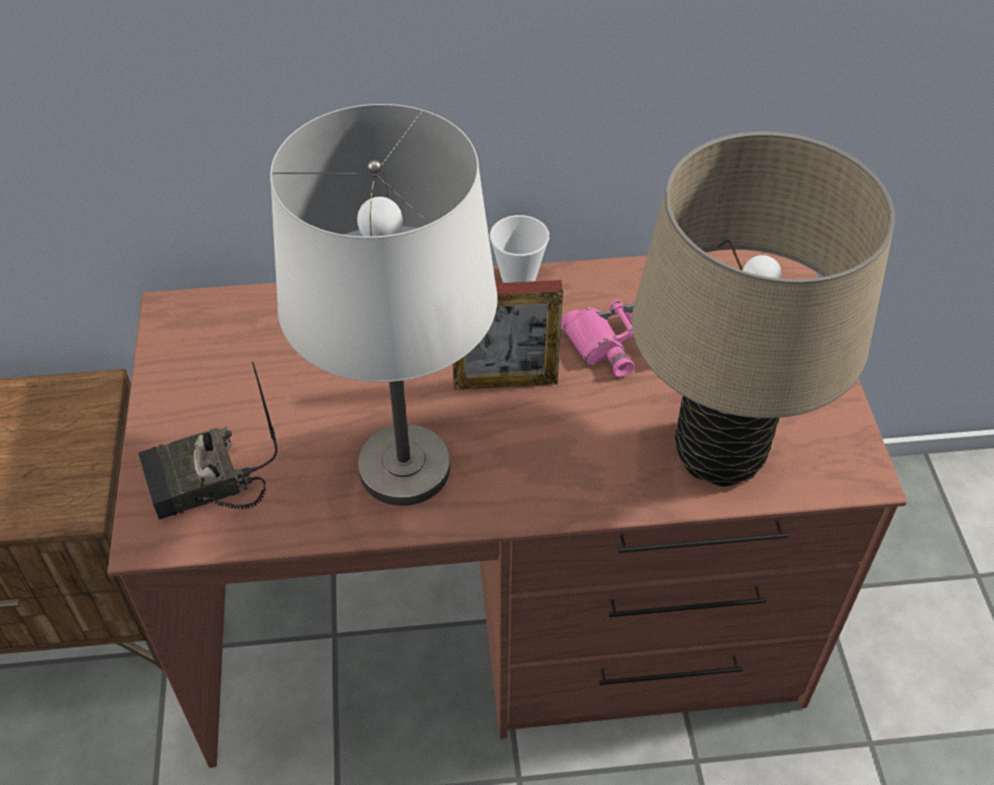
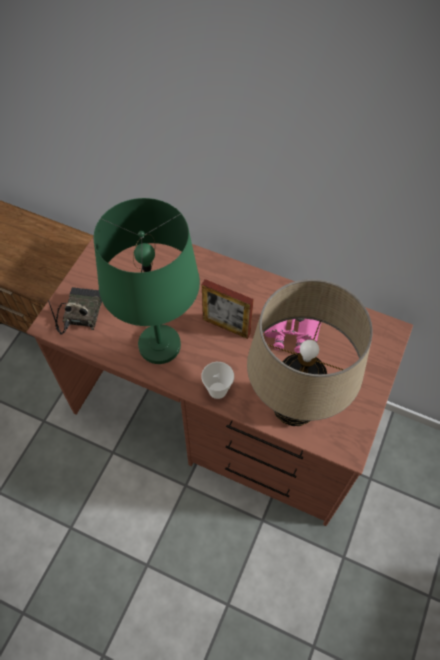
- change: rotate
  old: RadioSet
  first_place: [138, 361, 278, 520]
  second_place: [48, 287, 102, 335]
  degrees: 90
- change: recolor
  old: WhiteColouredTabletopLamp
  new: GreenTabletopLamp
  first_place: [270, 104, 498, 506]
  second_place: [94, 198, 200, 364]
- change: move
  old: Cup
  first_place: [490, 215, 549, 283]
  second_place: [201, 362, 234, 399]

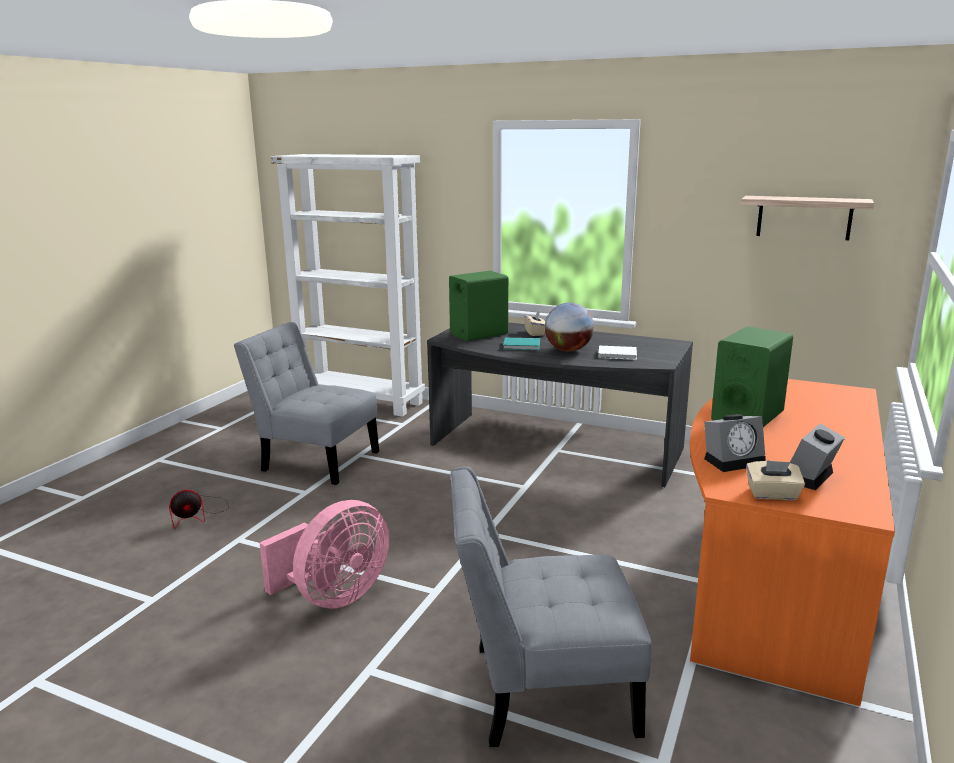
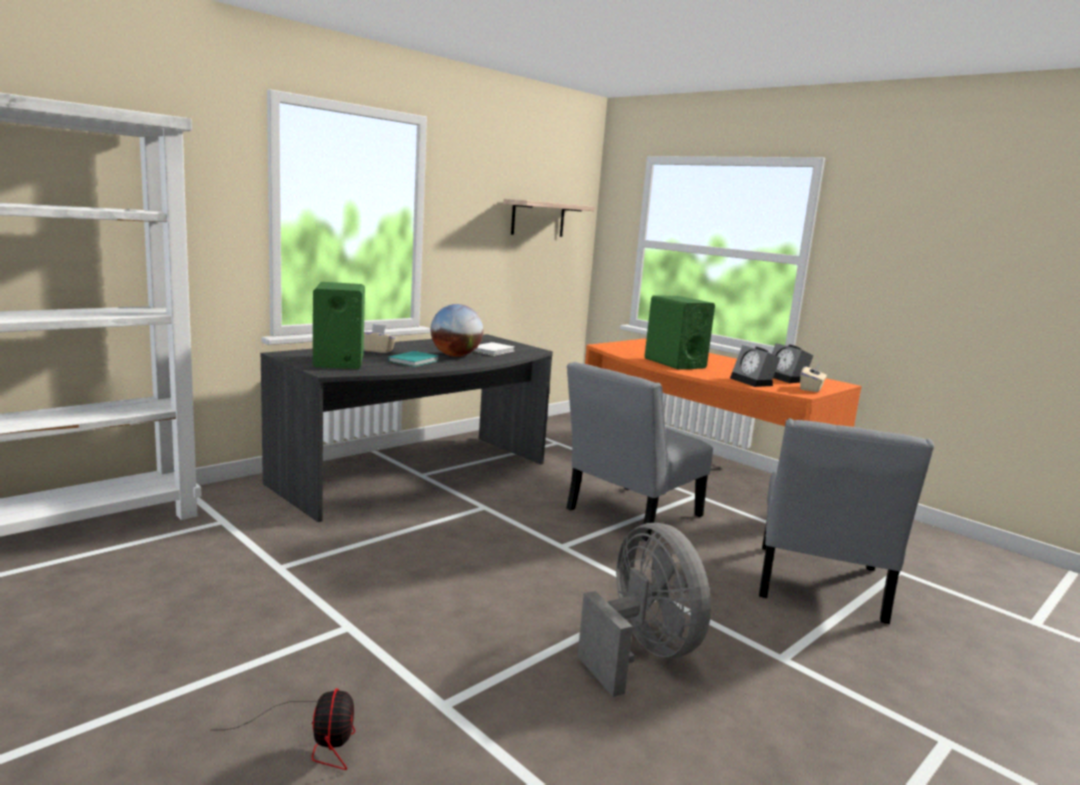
- change: move
  old: GreyishPlainChair
  first_place: [234, 322, 379, 485]
  second_place: [566, 362, 713, 542]
- change: recolor
  old: PinkColouredCoolingFan
  new: GreyishCoolingFan
  first_place: [260, 500, 389, 609]
  second_place: [577, 523, 711, 697]
- change: rotate
  old: BedsideClock
  first_place: [704, 414, 766, 472]
  second_place: [730, 345, 780, 387]
  degrees: 150

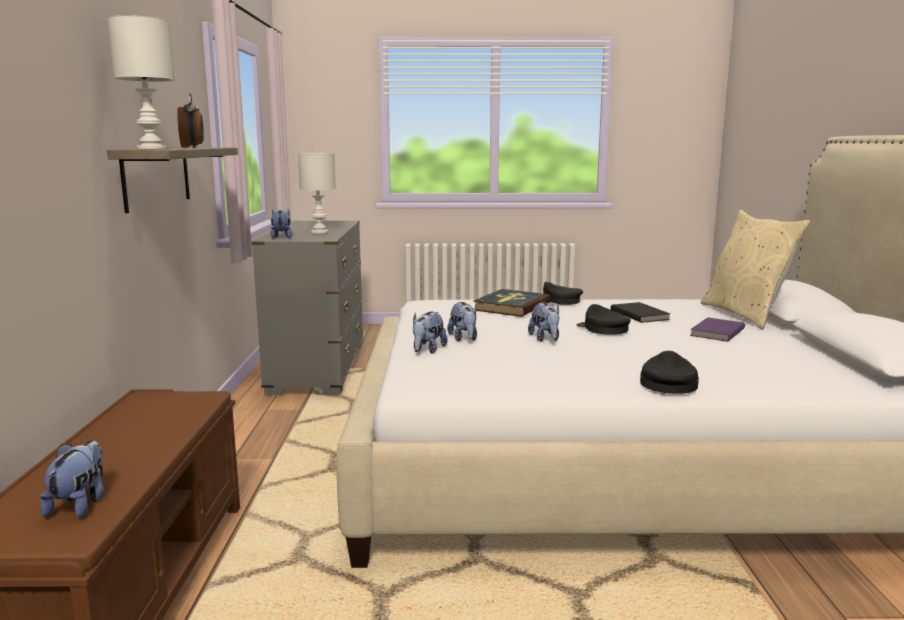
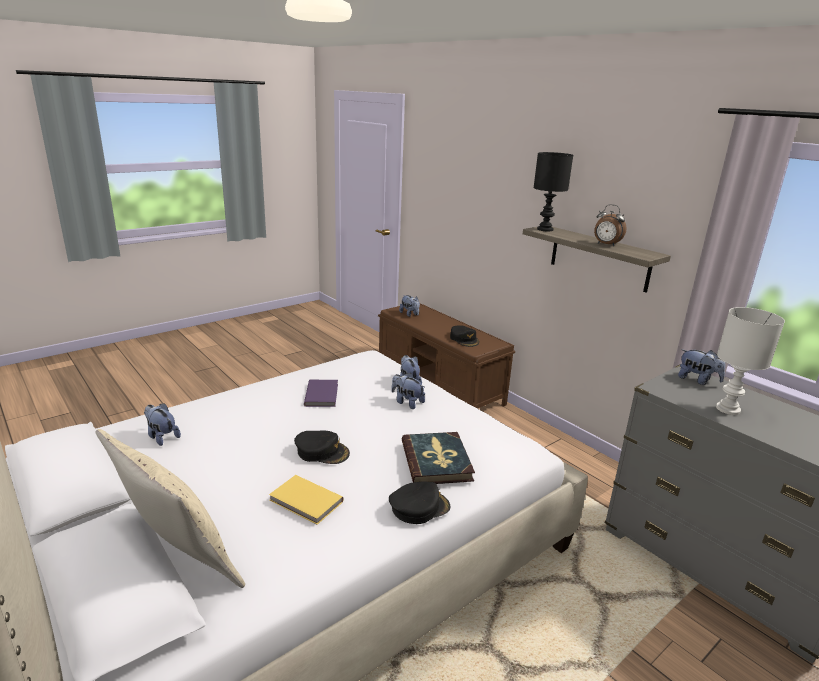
- change: recolor
  old: WhiteColouredTabletopLamp
  new: BlackishTabletopLamp
  first_place: [107, 15, 175, 149]
  second_place: [534, 152, 573, 232]
- change: move
  old: PlushToy
  first_place: [528, 302, 560, 342]
  second_place: [144, 403, 181, 446]
- change: recolor
  old: BlackishBook
  new: YellowBook
  first_place: [611, 302, 670, 323]
  second_place: [269, 475, 344, 525]
- change: move
  old: BlackishPeakedCap
  first_place: [640, 351, 699, 394]
  second_place: [450, 325, 479, 347]
- change: move
  old: PurpleBook
  first_place: [690, 318, 745, 342]
  second_place: [304, 380, 338, 407]

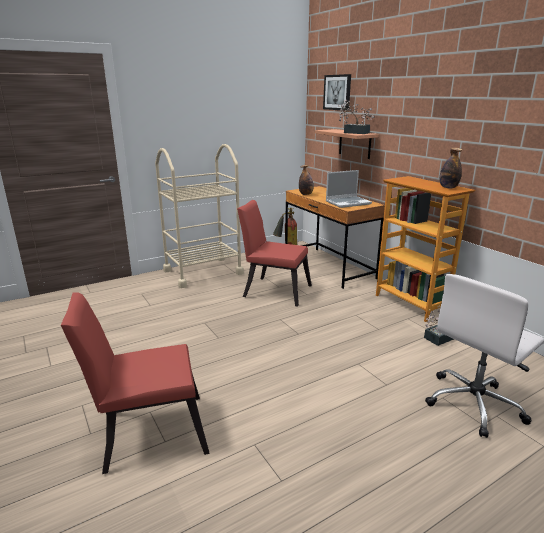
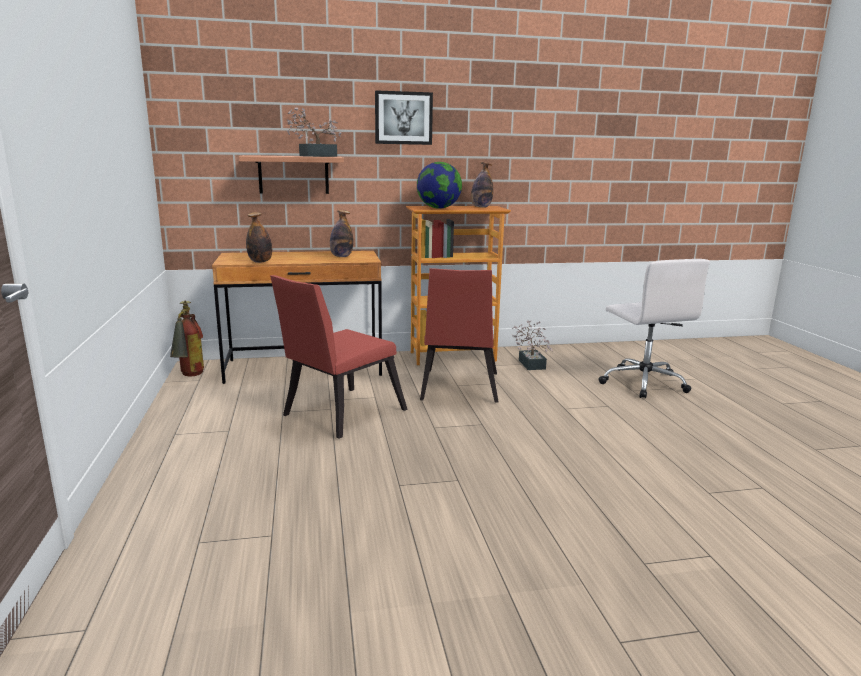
- change: move
  old: ReddishPlainChair
  first_place: [61, 292, 210, 474]
  second_place: [420, 268, 498, 402]
- change: delete
  old: BeigeColouredTrolley
  first_place: [155, 144, 244, 288]
- change: move
  old: WallPicture
  first_place: [323, 74, 351, 111]
  second_place: [375, 90, 433, 145]
- change: replace
  old: PortableComputer
  new: Bottle
  first_place: [326, 170, 372, 208]
  second_place: [330, 210, 353, 257]
- change: insert
  new: DeskGlobe
  second_place: [417, 162, 462, 209]

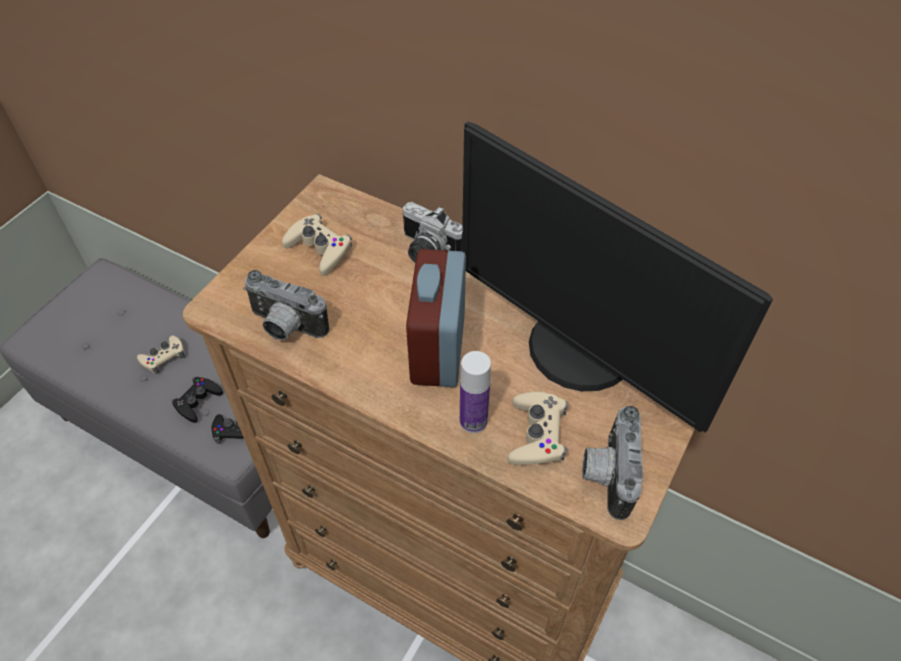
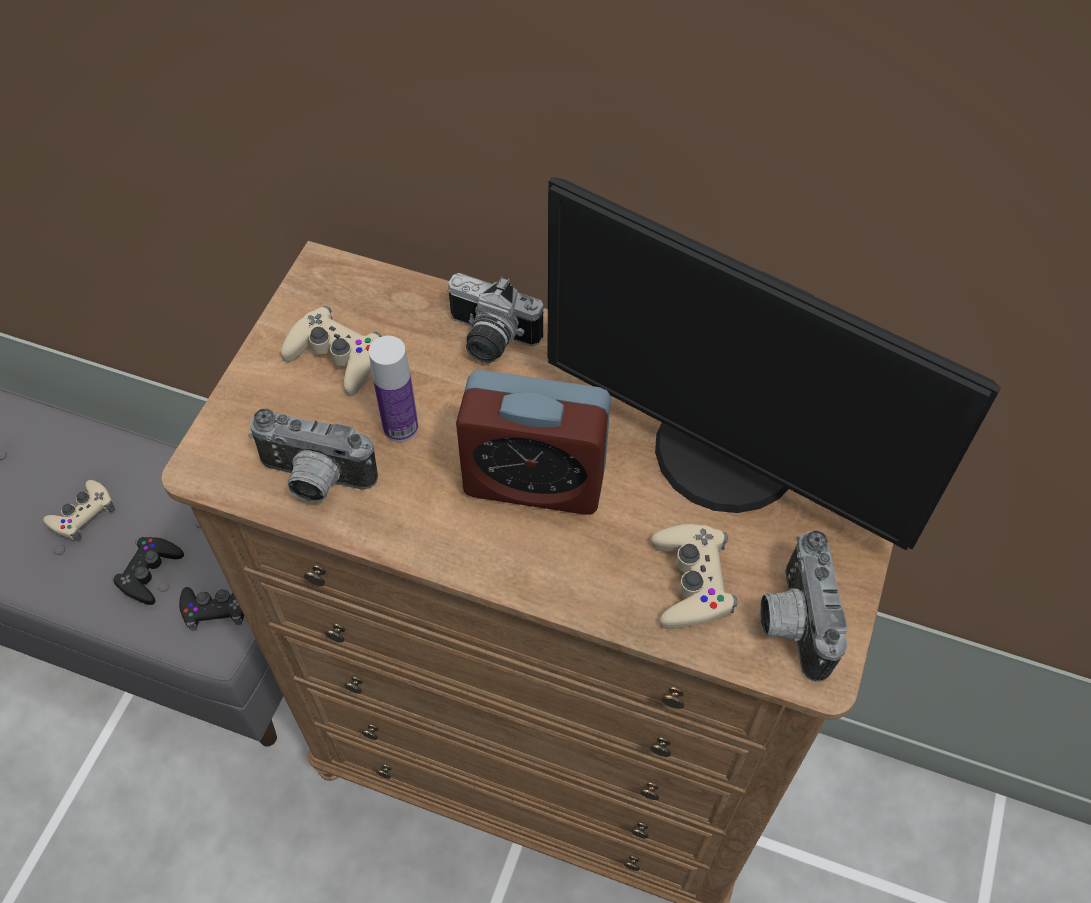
- change: rotate
  old: BedsideClock
  first_place: [406, 249, 466, 387]
  second_place: [456, 370, 611, 515]
  degrees: -75
- change: move
  old: Bottle
  first_place: [460, 351, 491, 433]
  second_place: [369, 336, 418, 442]

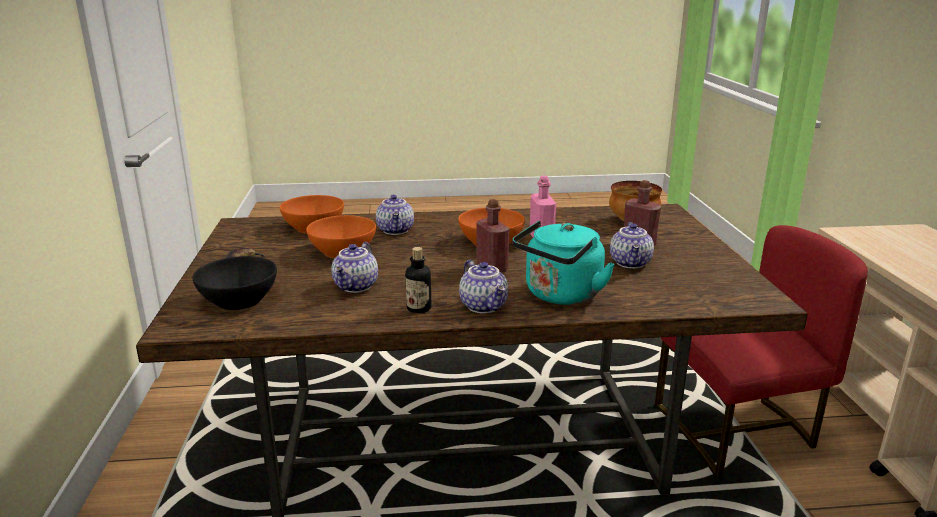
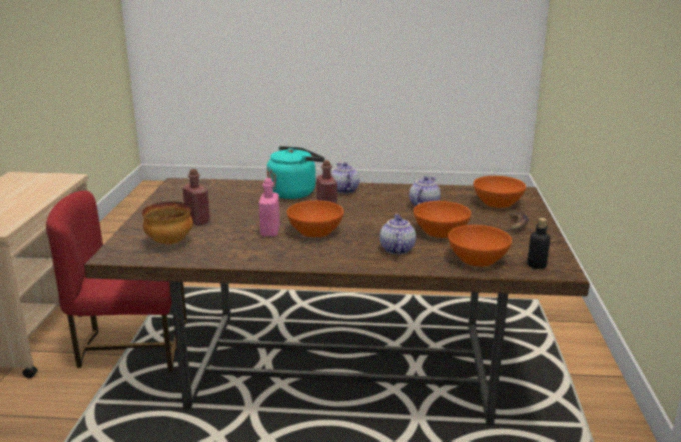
- change: recolor
  old: BlackishServingBowl
  new: OrangeServingBowl
  first_place: [193, 256, 277, 310]
  second_place: [474, 176, 526, 208]
- change: move
  old: Bottle
  first_place: [405, 247, 431, 313]
  second_place: [527, 218, 550, 269]
- change: delete
  old: TeaPot
  first_place: [610, 222, 654, 269]

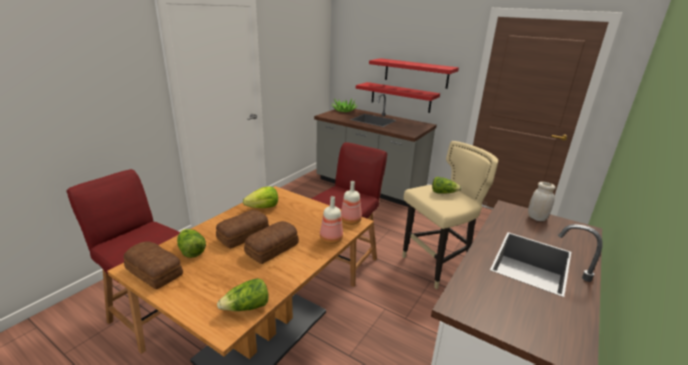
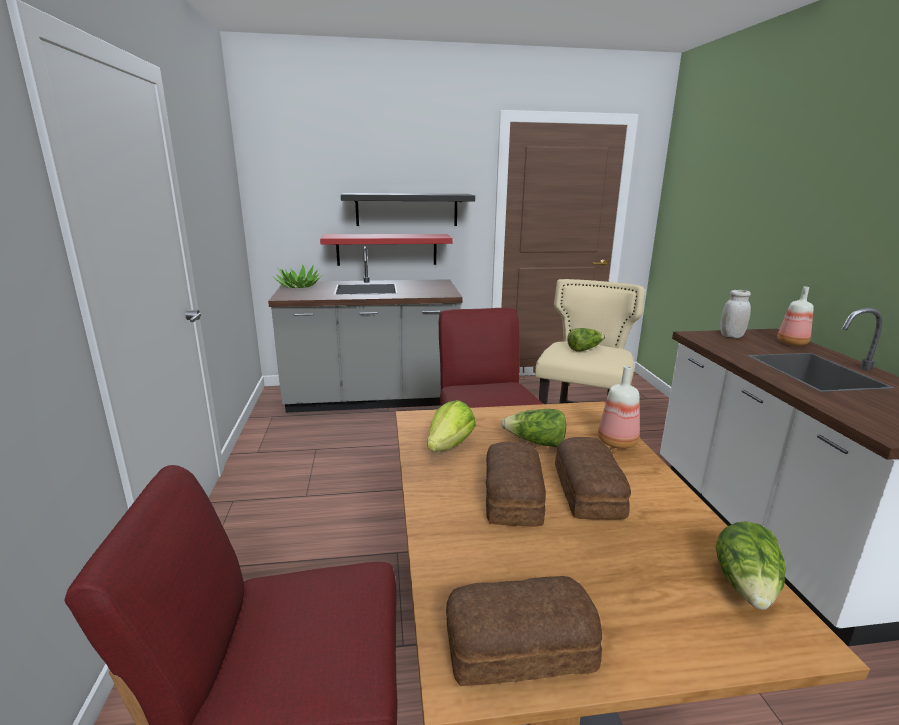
- change: move
  old: HeadOfLettuce
  first_place: [177, 229, 206, 258]
  second_place: [501, 409, 566, 447]
- change: move
  old: Bottle
  first_place: [341, 181, 362, 225]
  second_place: [777, 287, 814, 346]
- change: recolor
  old: ReddishBracketShelf
  new: BlackishBracketShelf
  first_place: [369, 58, 459, 89]
  second_place: [341, 193, 475, 226]

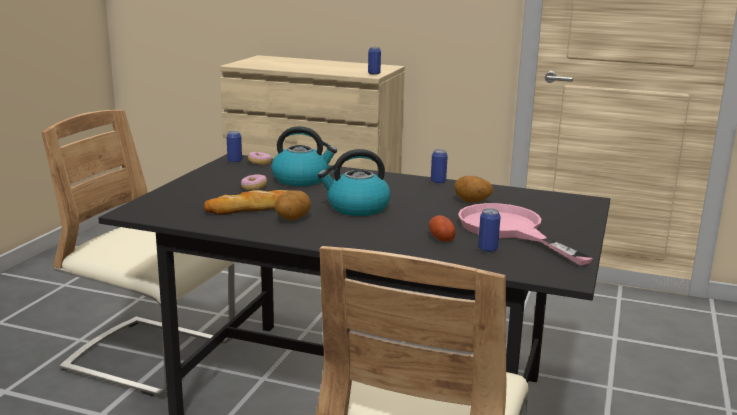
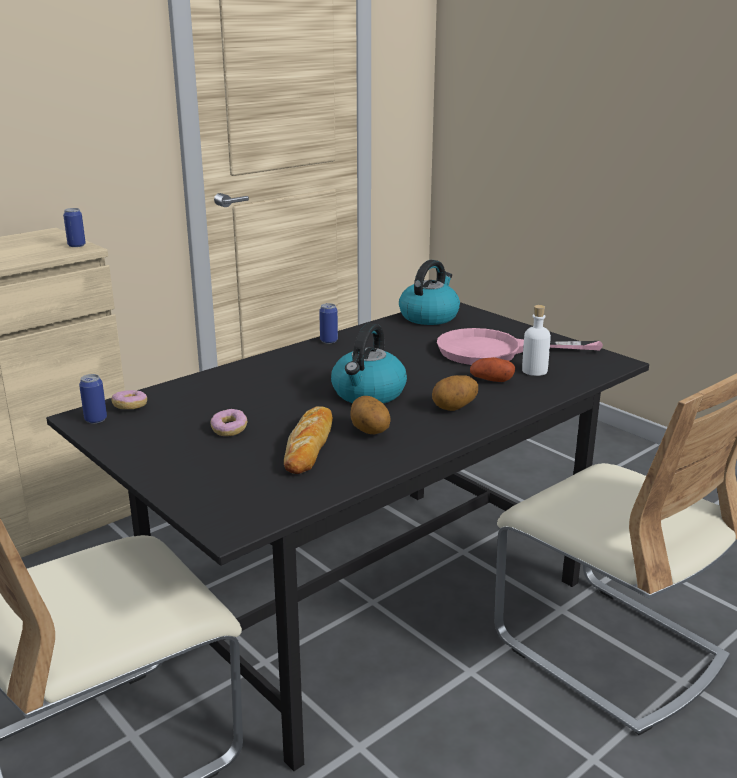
- change: move
  old: TeaKettle
  first_place: [271, 126, 337, 186]
  second_place: [399, 260, 460, 325]
- change: move
  old: Potato
  first_place: [454, 176, 493, 202]
  second_place: [432, 375, 478, 411]
- change: replace
  old: MetalCan
  new: WhiteColouredBottle
  first_place: [478, 208, 500, 252]
  second_place: [522, 305, 551, 376]

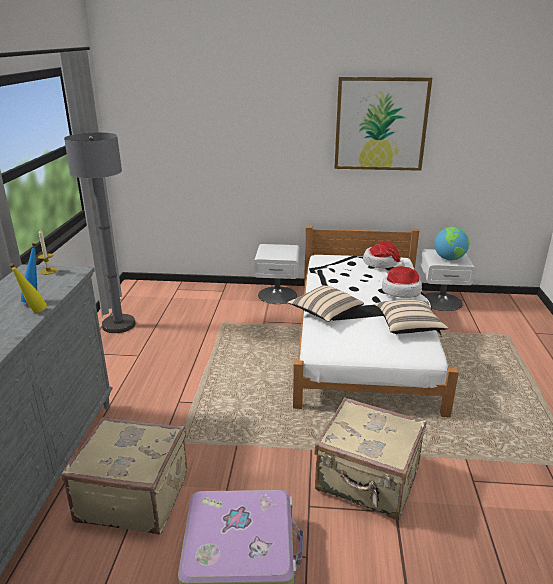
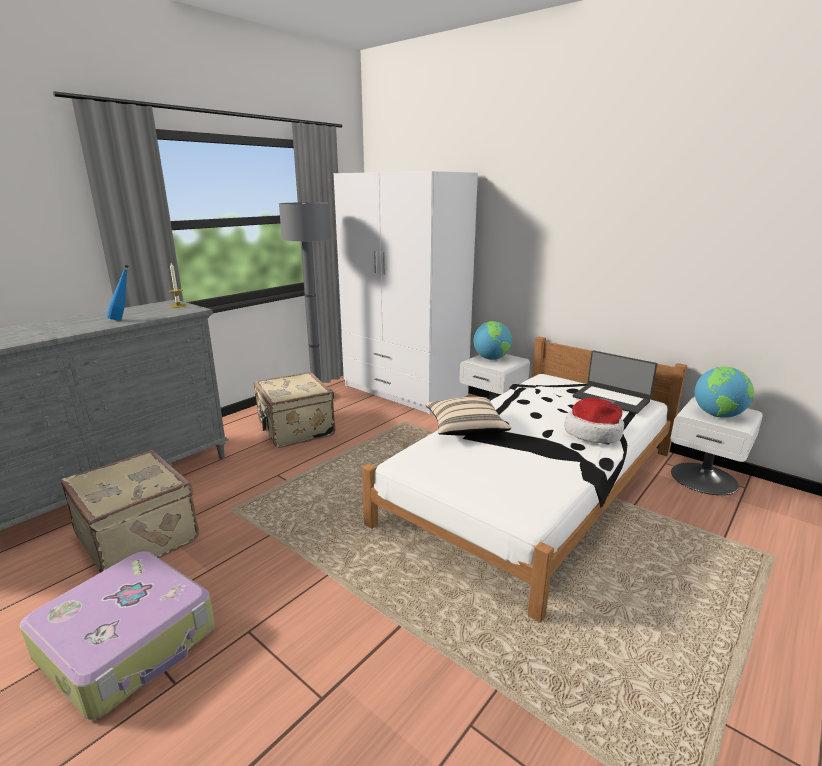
- change: delete
  old: YellowBottle
  first_place: [9, 263, 47, 313]
- change: move
  old: BeigeColouredPieceOfLuggage
  first_place: [314, 397, 426, 520]
  second_place: [254, 372, 335, 448]
- change: delete
  old: WallPicture
  first_place: [334, 77, 432, 171]
- change: replace
  old: WearableHat
  new: PortableComputer
  first_place: [363, 242, 405, 268]
  second_place: [573, 350, 657, 414]
- change: delete
  old: BeigeColouredThrowPillow
  first_place: [375, 300, 448, 334]
- change: insert
  new: WhiteColouredWardrobe
  second_place: [334, 171, 478, 415]
- change: insert
  new: DeskGlobe
  second_place: [473, 321, 512, 360]

